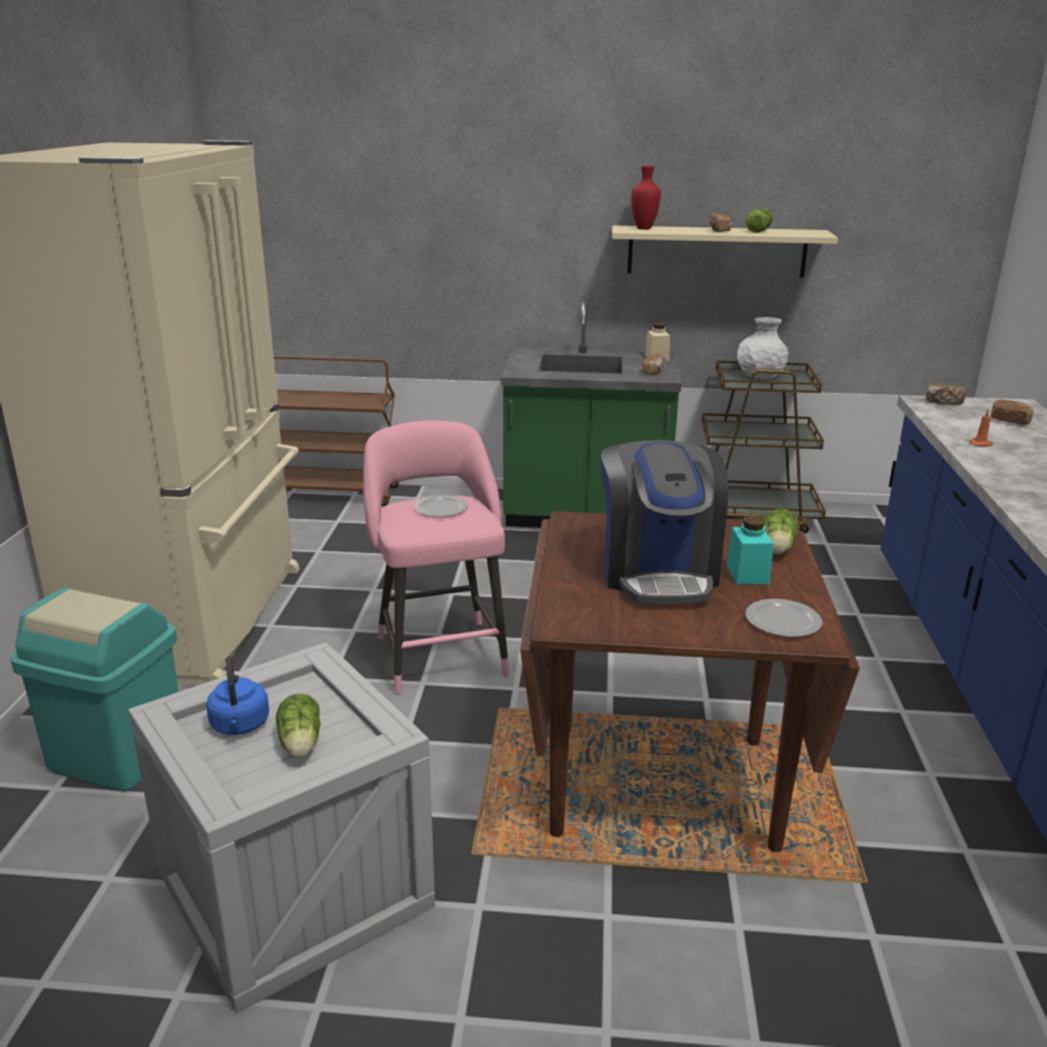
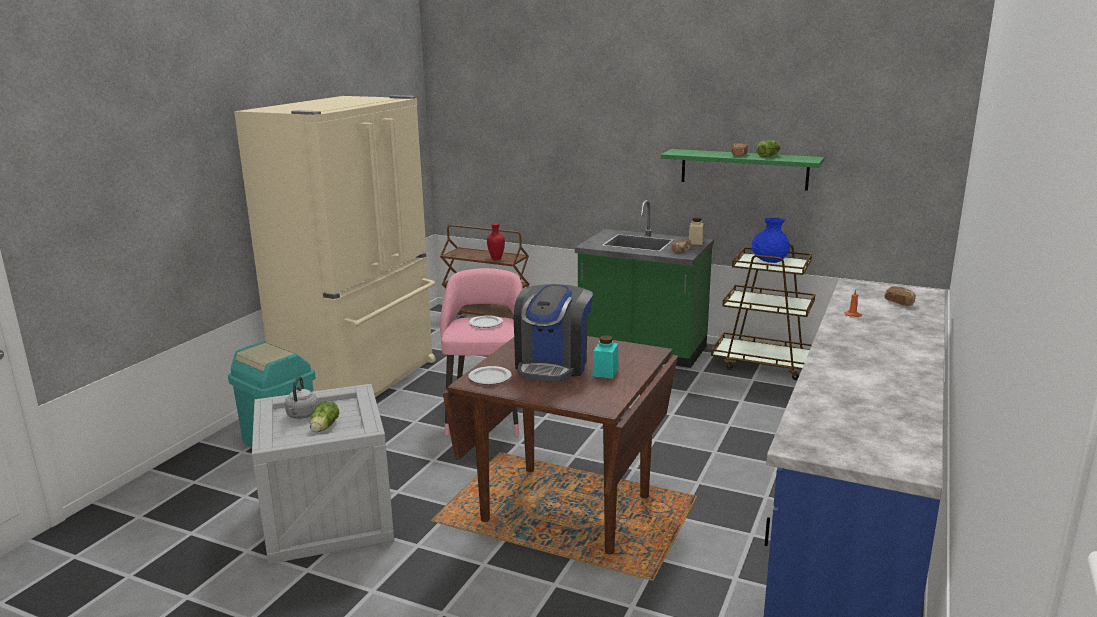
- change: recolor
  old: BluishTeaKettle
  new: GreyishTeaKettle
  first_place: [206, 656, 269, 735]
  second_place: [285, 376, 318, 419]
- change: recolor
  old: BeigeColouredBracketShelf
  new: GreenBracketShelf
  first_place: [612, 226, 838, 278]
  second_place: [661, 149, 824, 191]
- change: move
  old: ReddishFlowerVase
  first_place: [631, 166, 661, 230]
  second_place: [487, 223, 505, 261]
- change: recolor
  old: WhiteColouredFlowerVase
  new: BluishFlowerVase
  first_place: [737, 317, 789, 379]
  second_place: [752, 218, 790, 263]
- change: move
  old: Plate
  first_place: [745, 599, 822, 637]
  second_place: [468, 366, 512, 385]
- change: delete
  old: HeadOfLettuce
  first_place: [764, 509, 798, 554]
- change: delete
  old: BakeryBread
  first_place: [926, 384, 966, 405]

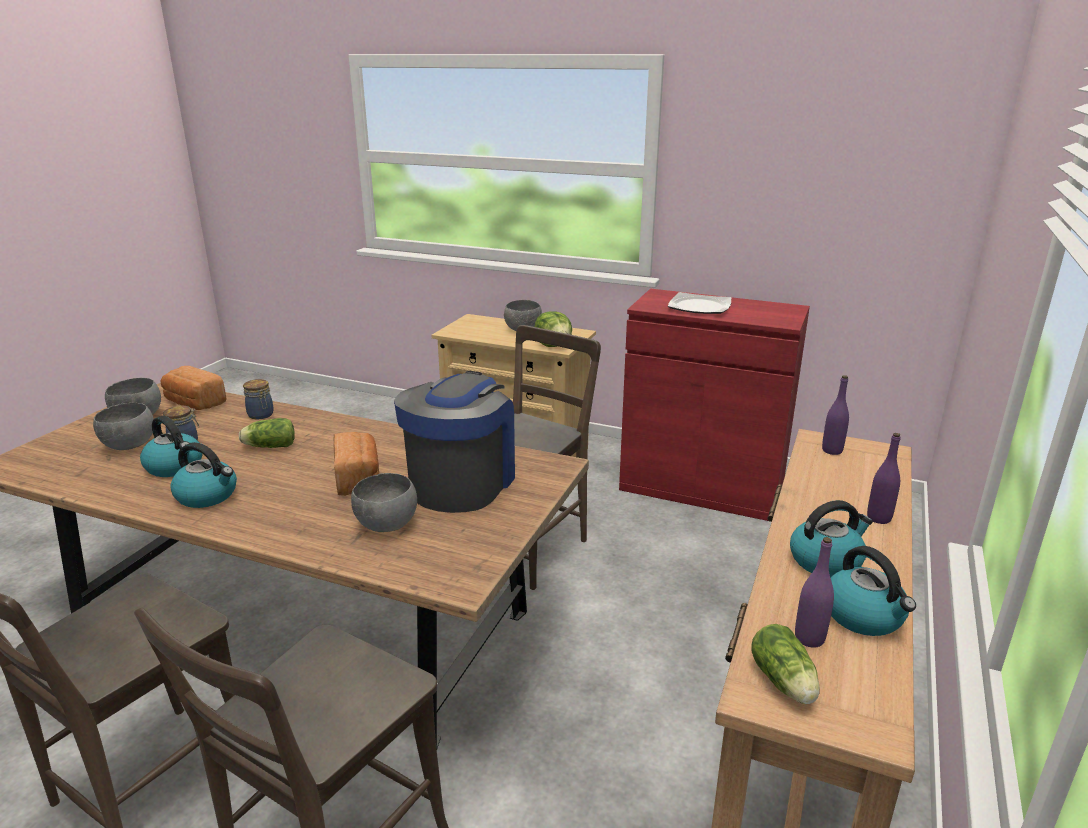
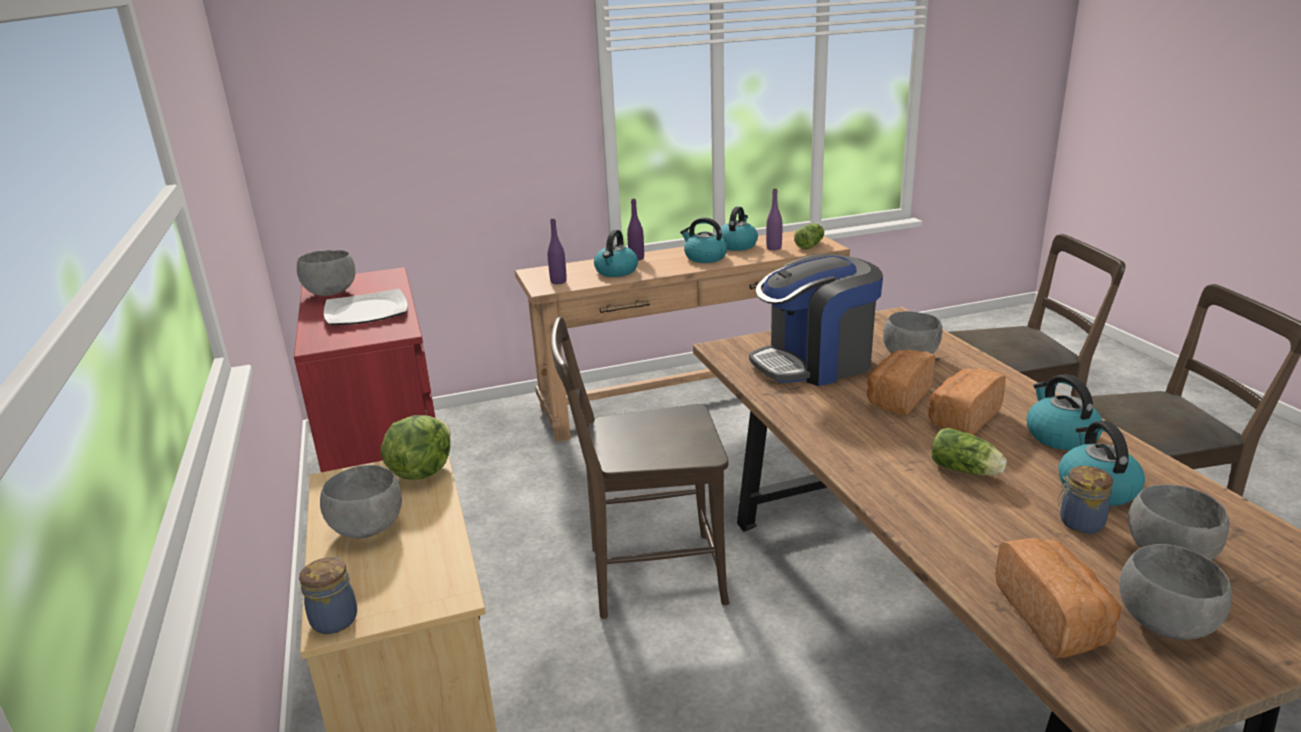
- change: move
  old: Jar
  first_place: [243, 379, 274, 419]
  second_place: [299, 557, 357, 634]
- change: insert
  new: GreyishServingBowl
  second_place: [297, 250, 355, 296]
- change: insert
  new: TeaKettle
  second_place: [594, 230, 638, 277]
- change: insert
  new: BakeryBread
  second_place: [928, 368, 1006, 435]

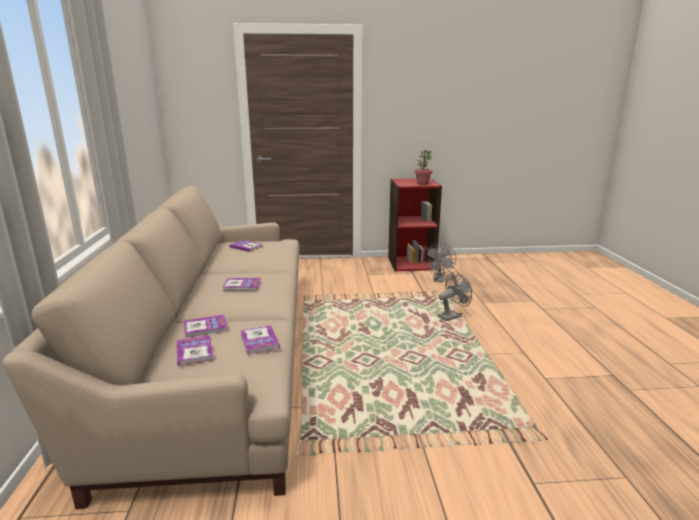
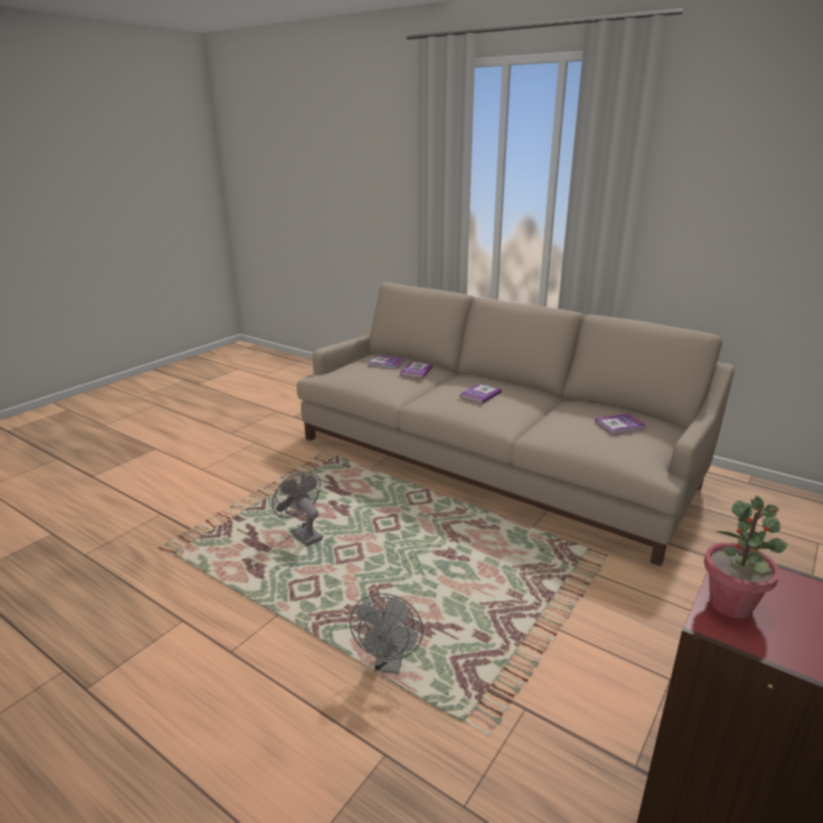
- change: delete
  old: Book
  first_place: [240, 325, 280, 354]
- change: move
  old: GreyishCoolingFan
  first_place: [424, 243, 456, 282]
  second_place: [272, 471, 323, 547]

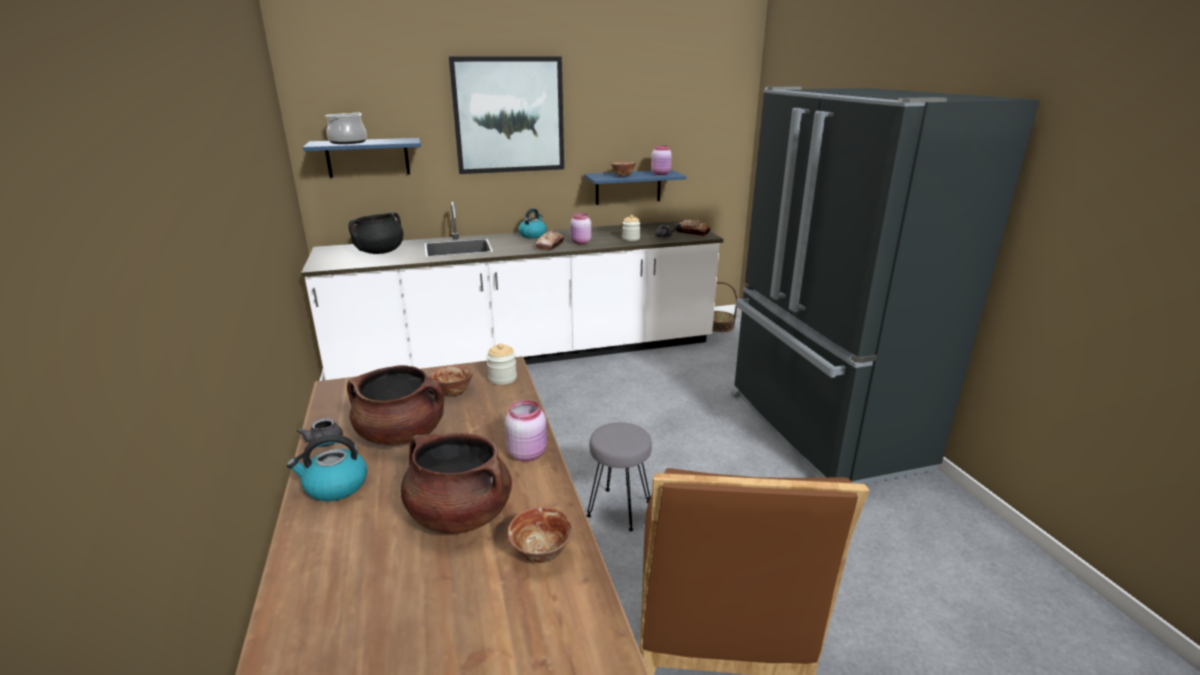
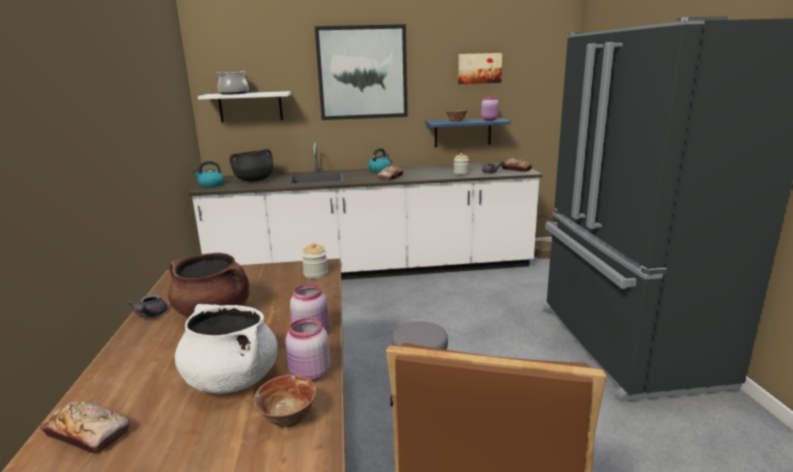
- change: move
  old: TeaKettle
  first_place: [287, 434, 367, 501]
  second_place: [193, 161, 225, 187]
- change: recolor
  old: BluishBracketShelf
  new: WhiteColouredBracketShelf
  first_place: [303, 138, 421, 178]
  second_place: [198, 91, 291, 123]
- change: recolor
  old: BrownColouredStockpot
  new: WhiteColouredStockpot
  first_place: [400, 433, 512, 534]
  second_place: [175, 304, 278, 394]
- change: delete
  old: ServingBowl
  first_place: [429, 365, 474, 397]
- change: move
  old: PinkColouredJar
  first_place: [570, 213, 591, 244]
  second_place: [285, 318, 331, 382]
- change: insert
  new: BakeryBread
  second_place: [40, 401, 130, 454]
- change: insert
  new: WallPicture
  second_place: [458, 53, 502, 84]

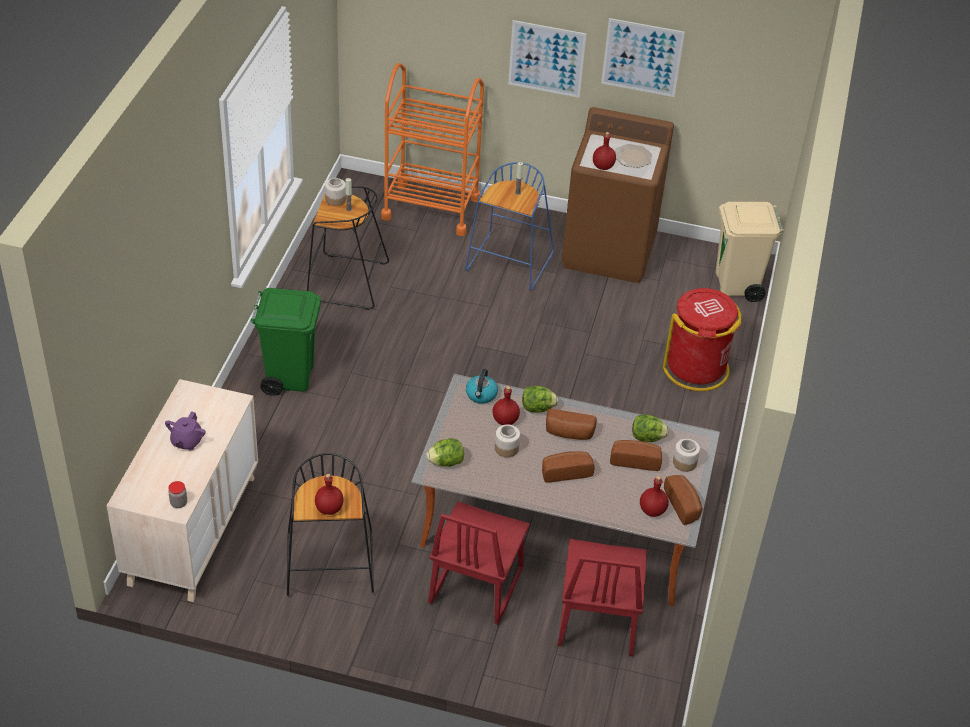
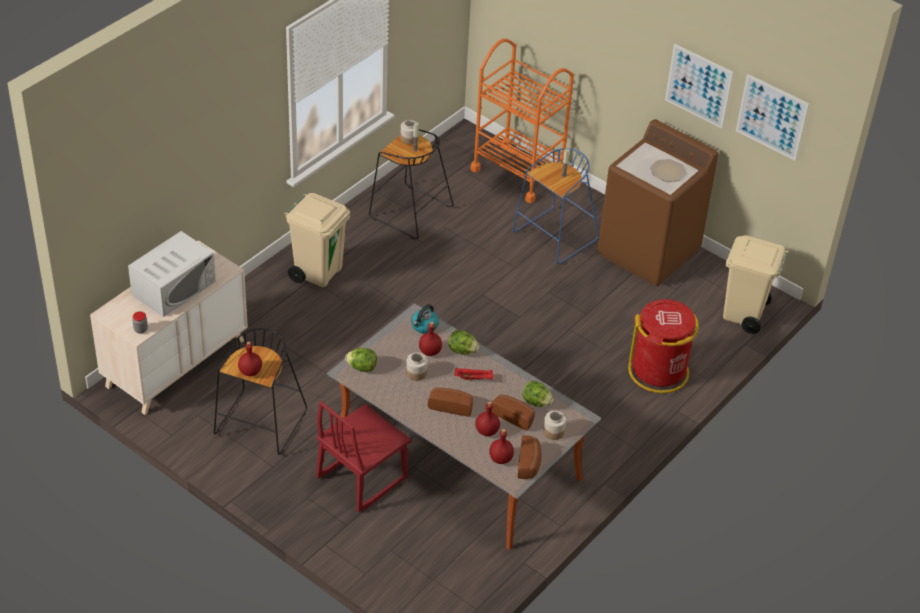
- change: replace
  old: PurpleTeaPot
  new: WhiteColouredKitchenMicrowave
  first_place: [165, 411, 206, 451]
  second_place: [128, 231, 216, 317]
- change: recolor
  old: GreenRubbishBin
  new: BeigeColouredRubbishBin
  first_place: [251, 288, 321, 396]
  second_place: [284, 193, 350, 287]
- change: move
  old: WallPicture
  first_place: [508, 20, 587, 98]
  second_place: [736, 74, 809, 161]
- change: replace
  old: BakeryBread
  new: ReddishServingTray
  first_place: [546, 409, 597, 440]
  second_place: [454, 368, 494, 381]
- change: delete
  old: ReddishPlainChair
  first_place: [558, 539, 647, 656]
- change: move
  old: ReddishBottle
  first_place: [593, 132, 616, 170]
  second_place: [475, 401, 500, 437]

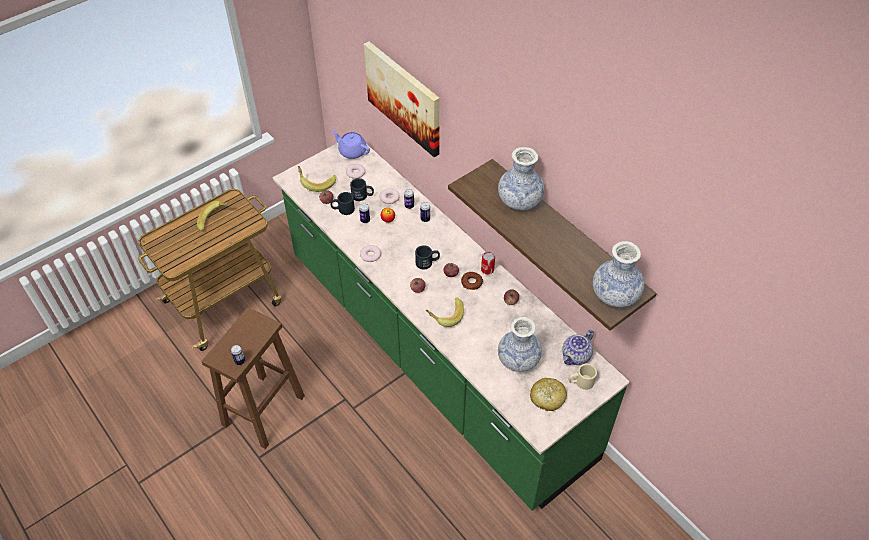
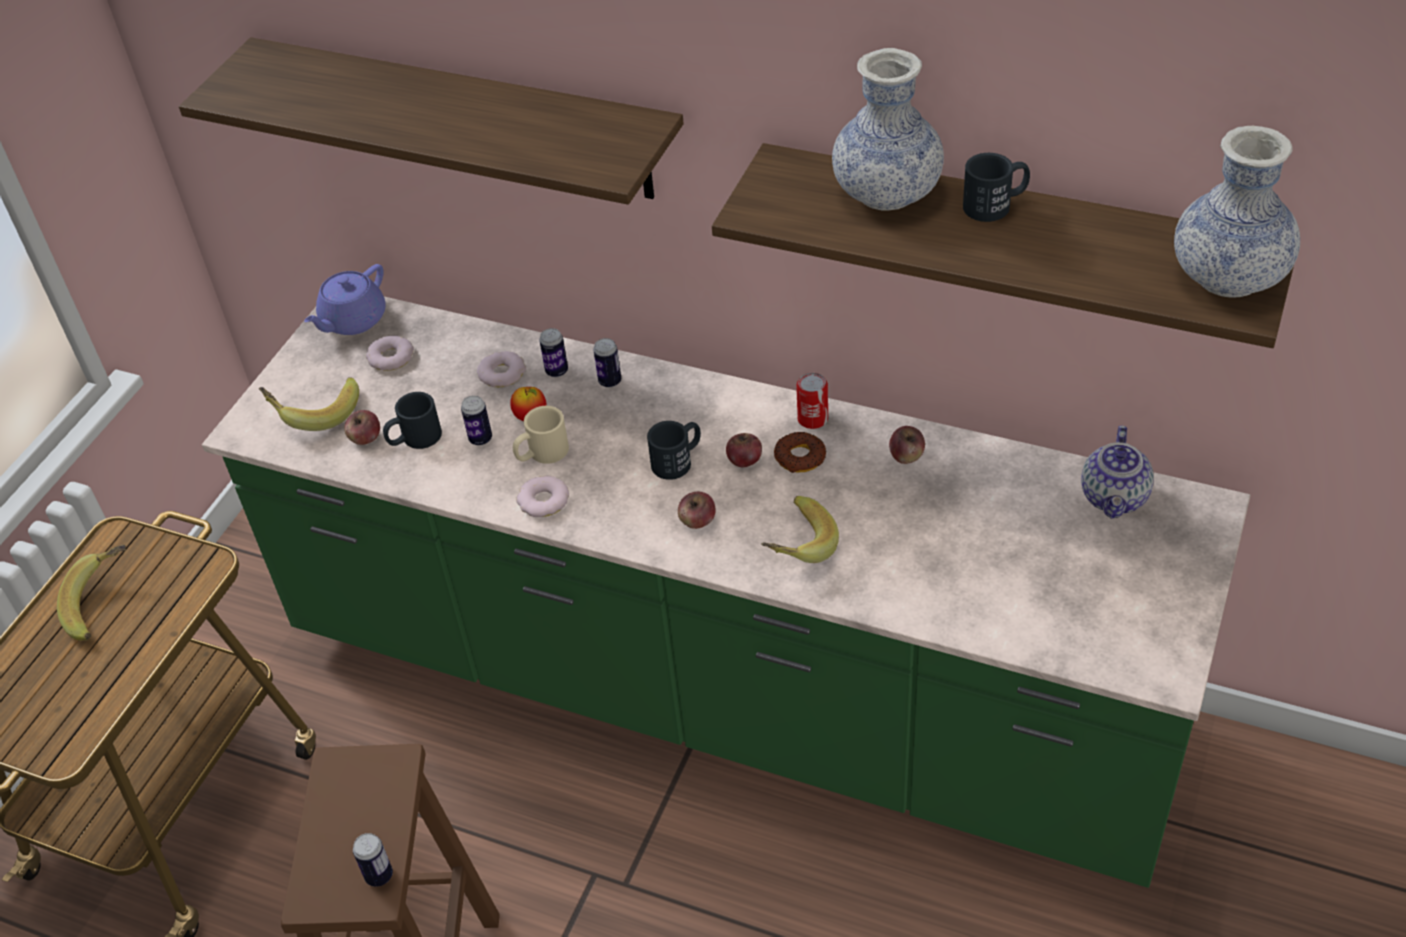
- change: rotate
  old: PurpleTeaPot
  first_place: [332, 130, 370, 159]
  second_place: [304, 264, 386, 335]
  degrees: -60
- change: move
  old: BlackishMug
  first_place: [350, 178, 374, 201]
  second_place: [963, 153, 1030, 222]
- change: replace
  old: WallPicture
  new: BracketShelf
  first_place: [364, 41, 440, 157]
  second_place: [179, 37, 684, 205]
- change: delete
  old: FlowerVase
  first_place: [498, 317, 542, 372]
- change: delete
  old: BakeryBread
  first_place: [530, 378, 567, 411]
- change: move
  old: BeigeColouredMug
  first_place: [569, 363, 597, 390]
  second_place: [513, 406, 569, 464]

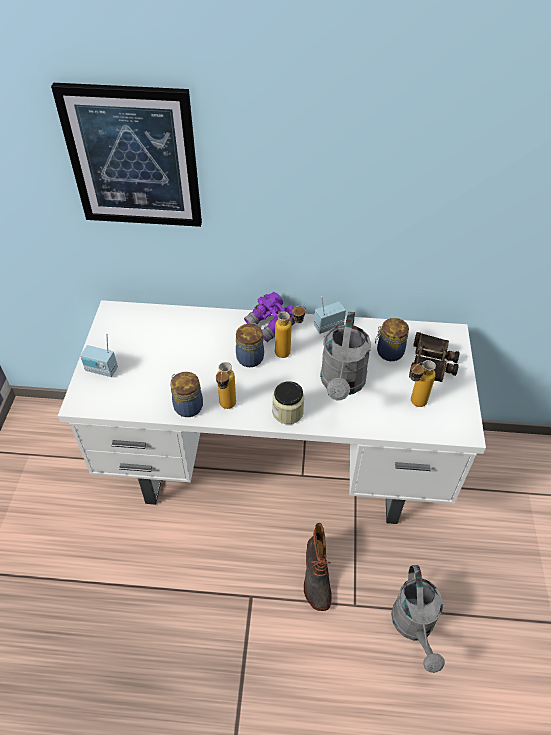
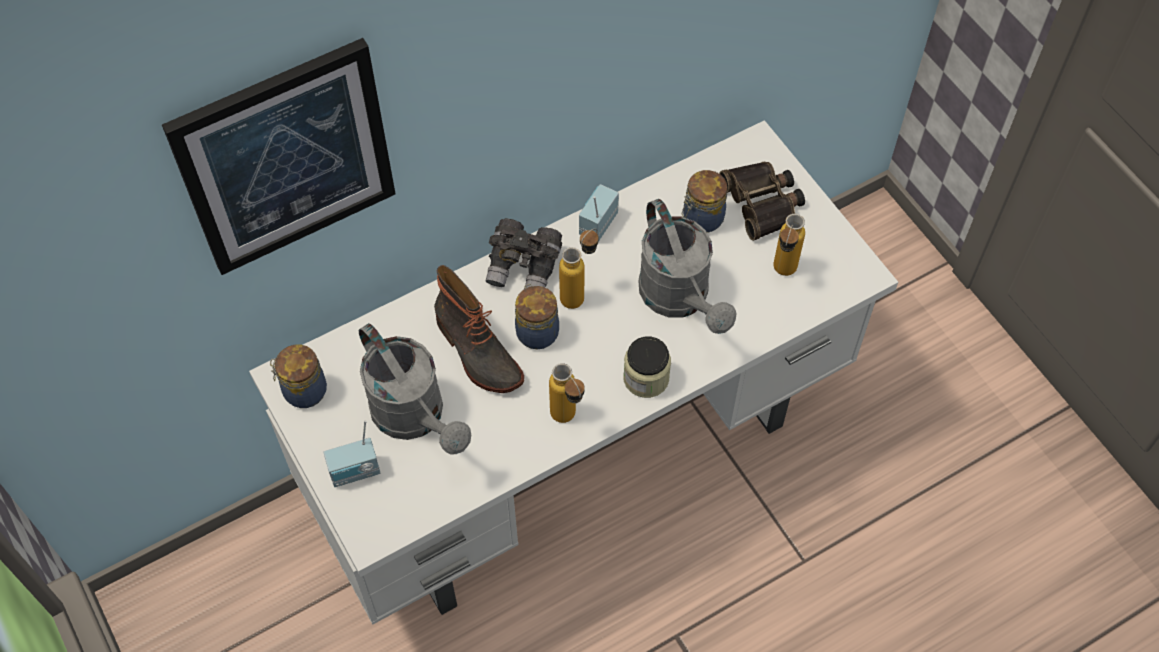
- change: move
  old: Jar
  first_place: [170, 372, 203, 417]
  second_place: [270, 345, 327, 408]
- change: recolor
  old: PurpleFieldGlasses
  new: GreyishFieldGlasses
  first_place: [244, 292, 296, 342]
  second_place: [486, 218, 562, 288]
- change: move
  old: HighTopBoot
  first_place: [304, 523, 332, 611]
  second_place: [434, 265, 524, 393]
- change: move
  old: GreyishWateringCan
  first_place: [391, 565, 445, 673]
  second_place: [359, 323, 471, 455]

